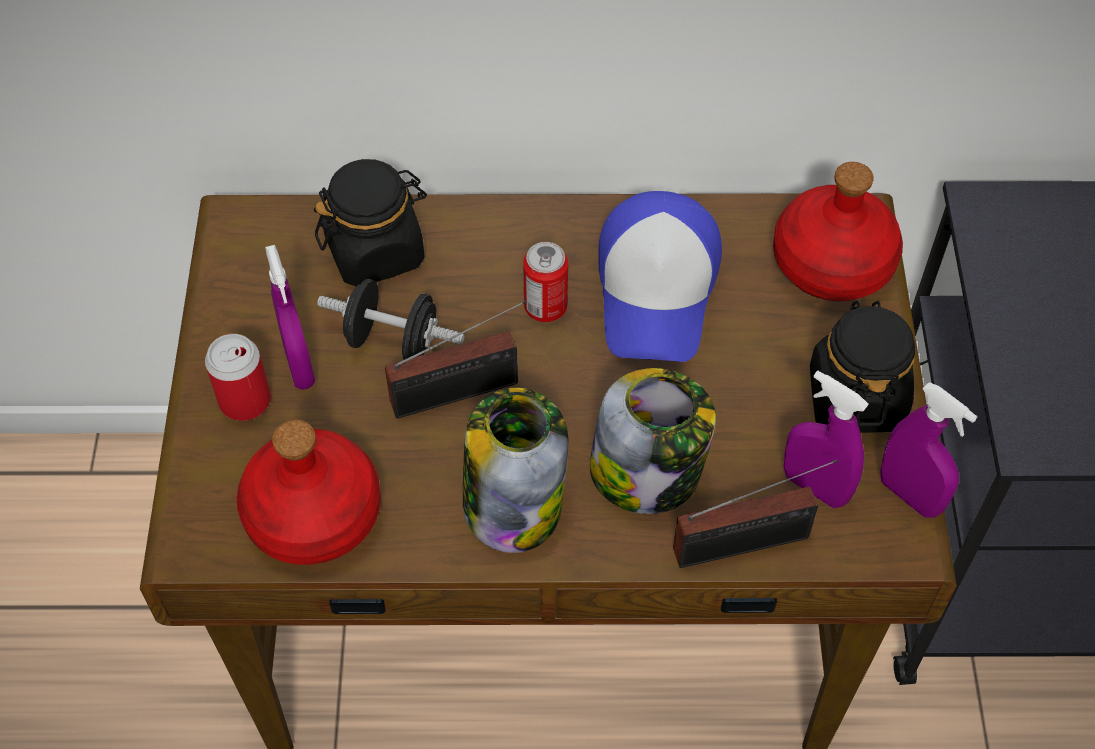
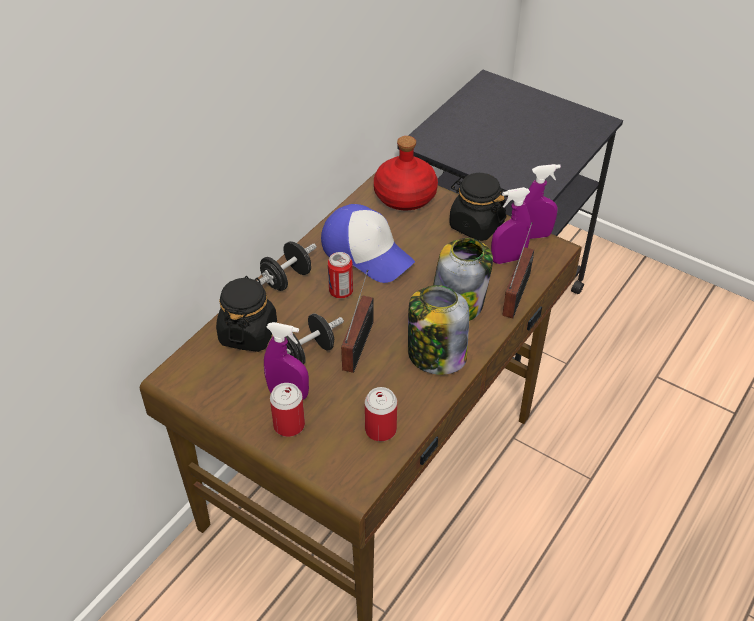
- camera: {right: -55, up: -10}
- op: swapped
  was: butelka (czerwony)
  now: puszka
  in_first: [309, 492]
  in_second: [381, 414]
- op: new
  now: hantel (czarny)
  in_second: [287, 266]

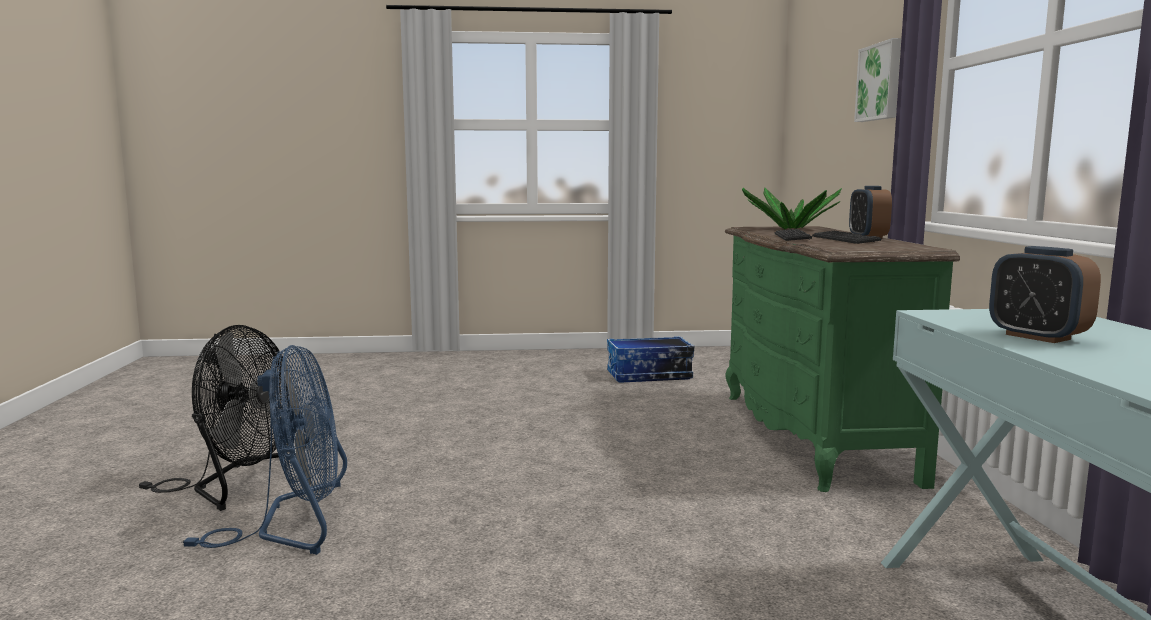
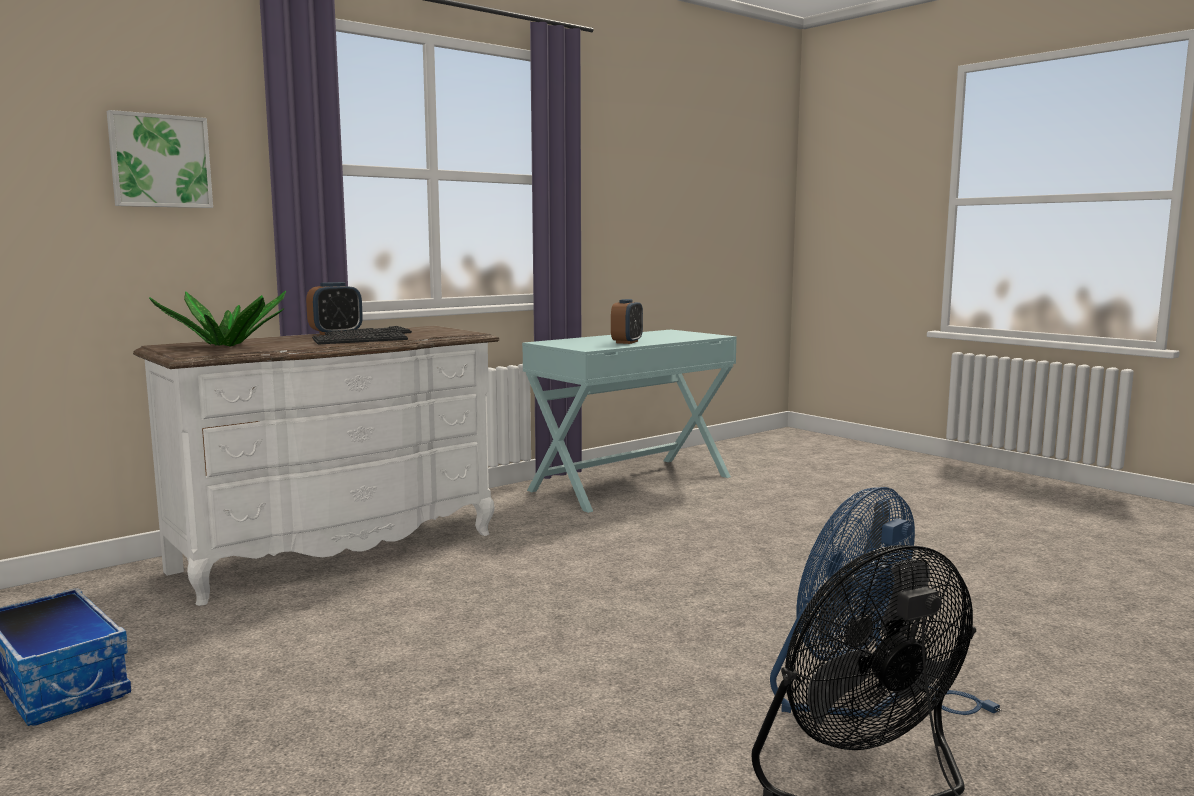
- camera: {right: -125, up: 0}
- op: repainted
  was: komoda (zielony)
  now: komoda (biały)
  in_first: [842, 359]
  in_second: [316, 466]

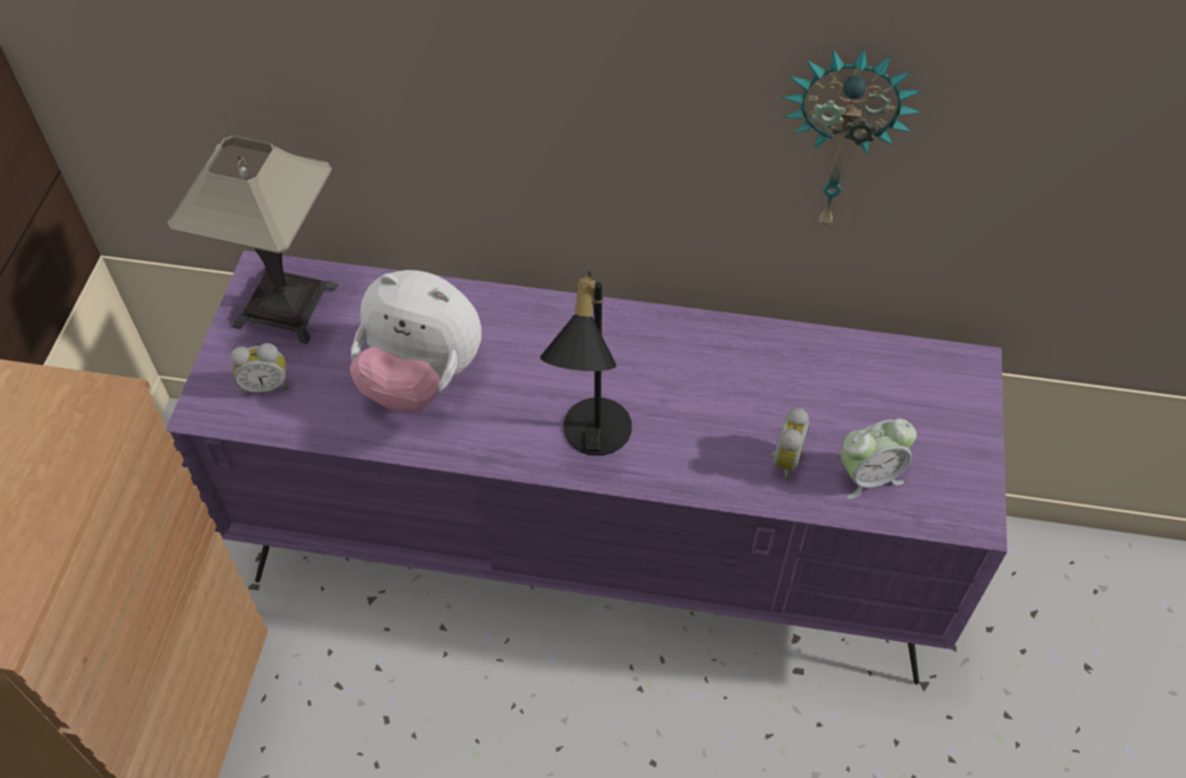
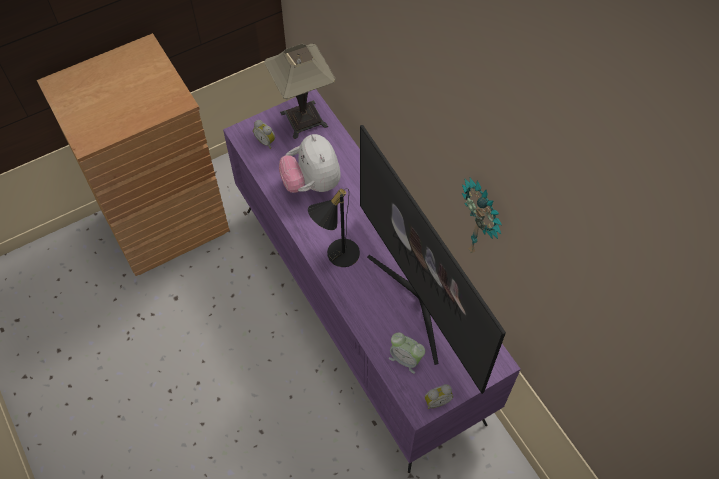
- camera: {right: 50, up: 5}
- op: shifted
  was: budzik
  in_first: [789, 444]
  in_second: [439, 396]
- op: new
  now: telewizor
  in_second: [433, 259]

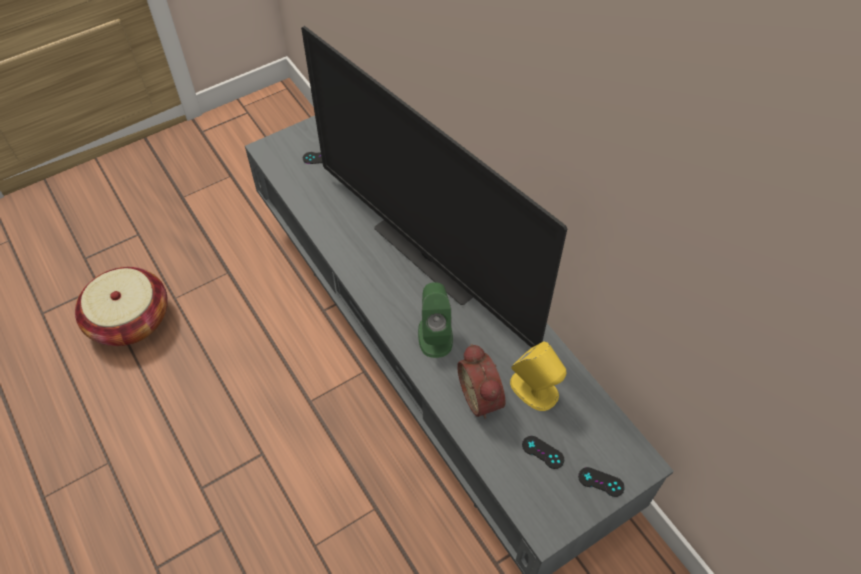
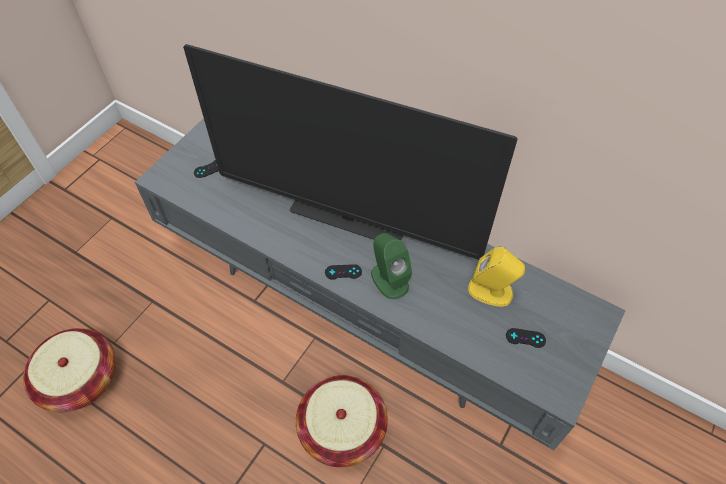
- camera: {right: -25, up: 0}
- op: gone
  was: budzik
  in_first: [481, 381]
- op: shifted
  was: pad do gier (czarny)
  in_first: [601, 482]
  in_second: [343, 272]
- op: new
  now: koszyk
  in_second: [342, 421]

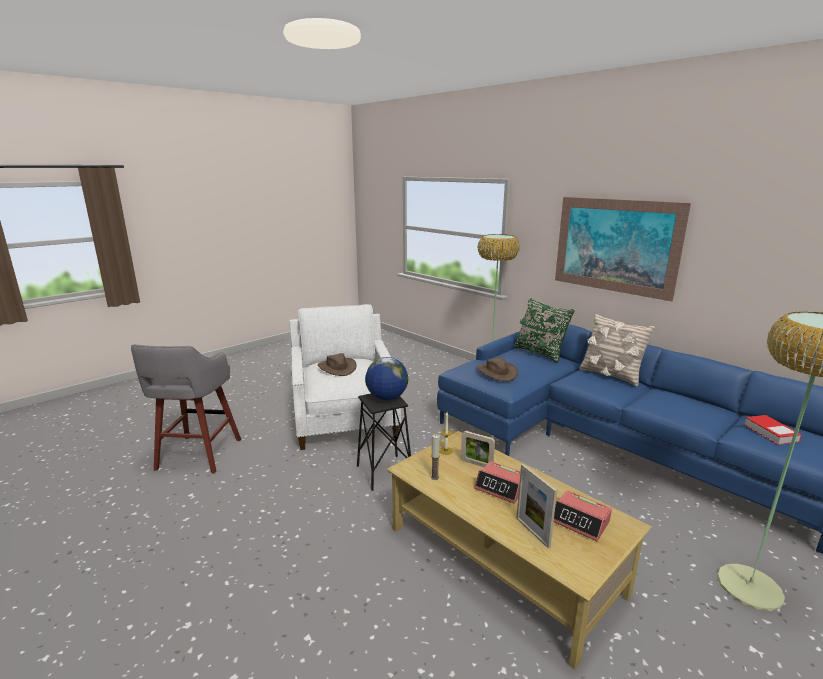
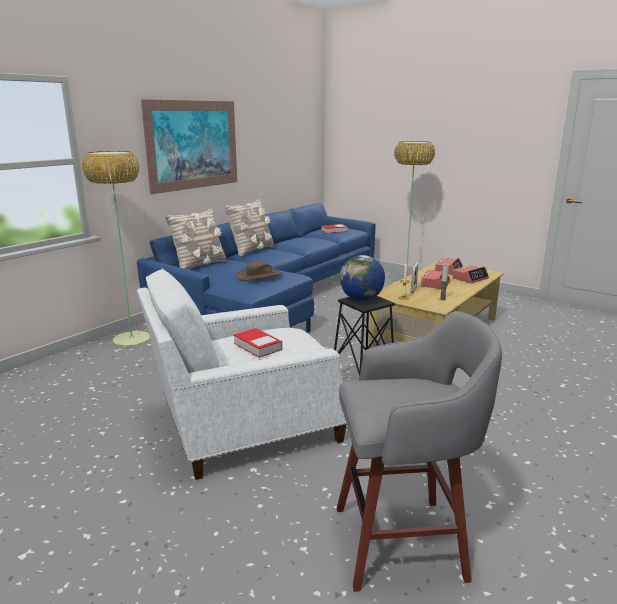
- camera: {right: -100, up: 0}
- op: swapped
  was: kapelusz (brązowy)
  now: książka
  in_first: [337, 364]
  in_second: [257, 343]
- op: repainted
  was: poduszka (zielony)
  now: poduszka (beżowy)
  in_first: [544, 330]
  in_second: [196, 239]
- op: swapped
  was: ramka na zdjęcie
  now: budzik
  in_first: [536, 506]
  in_second: [471, 274]

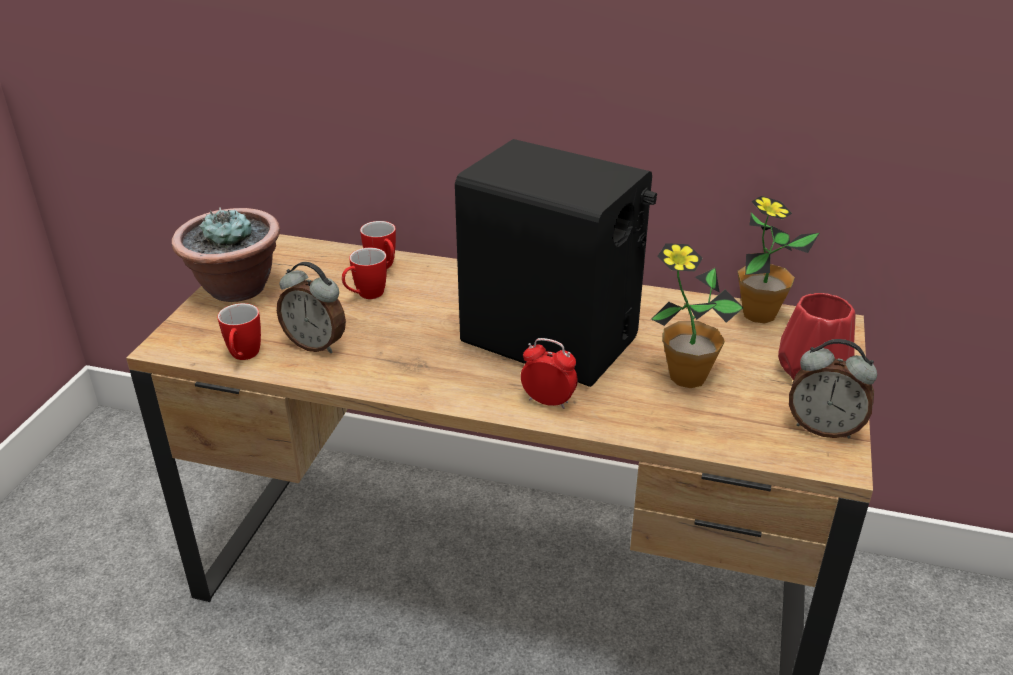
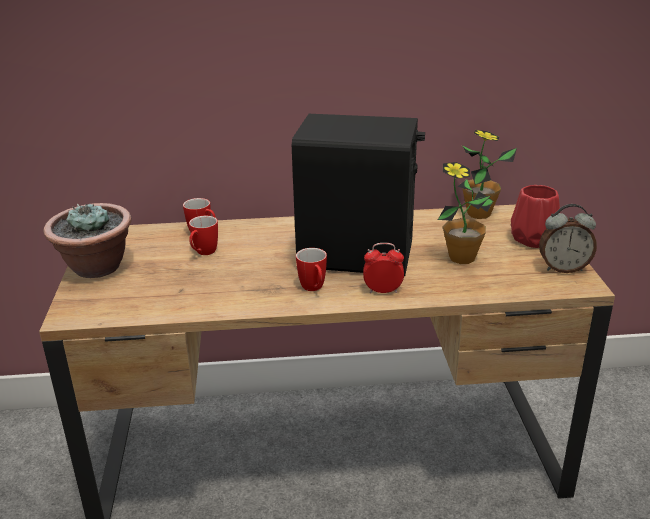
- camera: {right: -20, up: -5}
- op: shifted
  was: kubek
  in_first: [239, 331]
  in_second: [311, 269]
- op: gone
  was: budzik
  in_first: [311, 307]

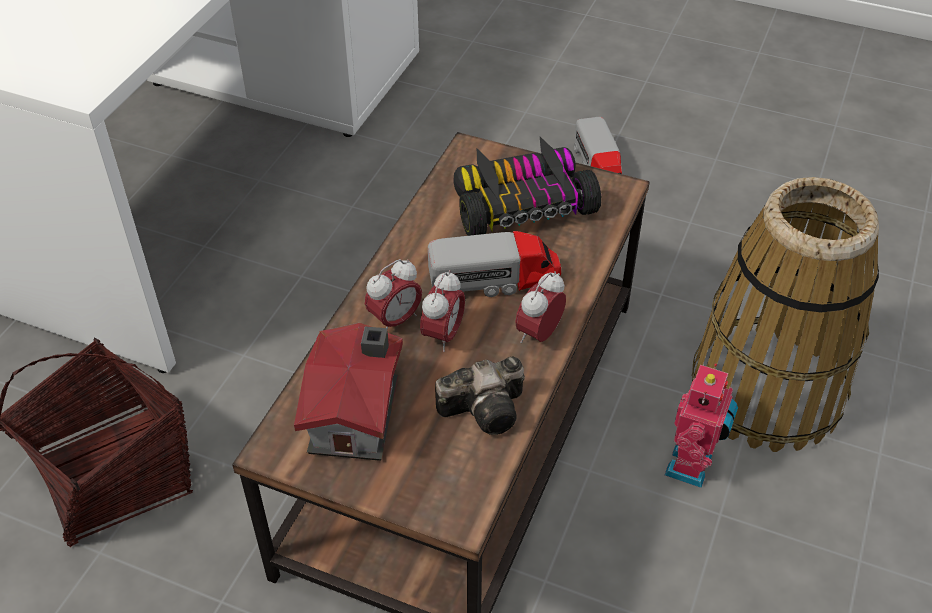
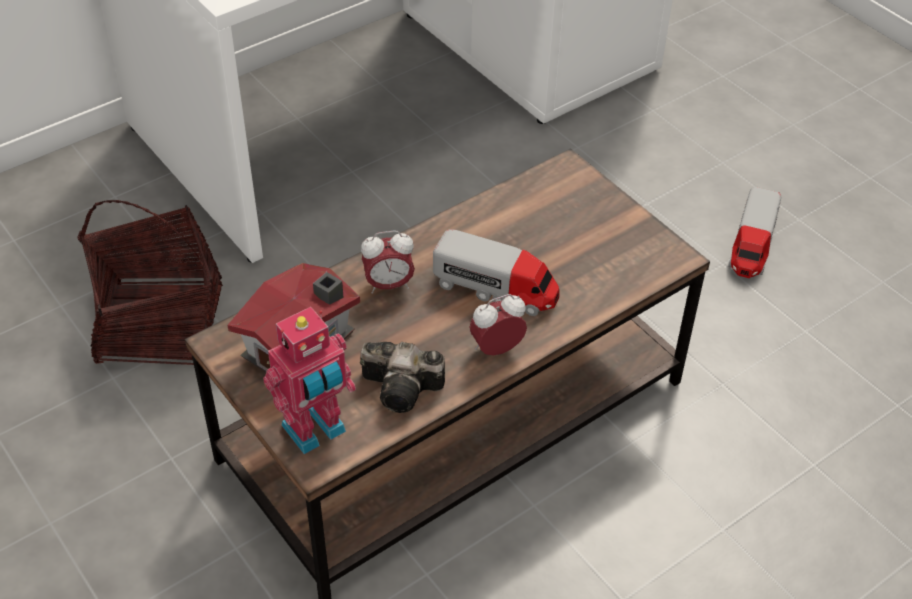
- camera: {right: 30, up: 0}
- op: gone
  was: budzik
  in_first: [442, 311]
- op: gone
  was: samochodzik
  in_first: [527, 186]
- op: shifted
  was: robot zabawkowy
  in_first: [701, 425]
  in_second: [309, 380]
- op: gone
  was: koszyk
  in_first: [785, 314]

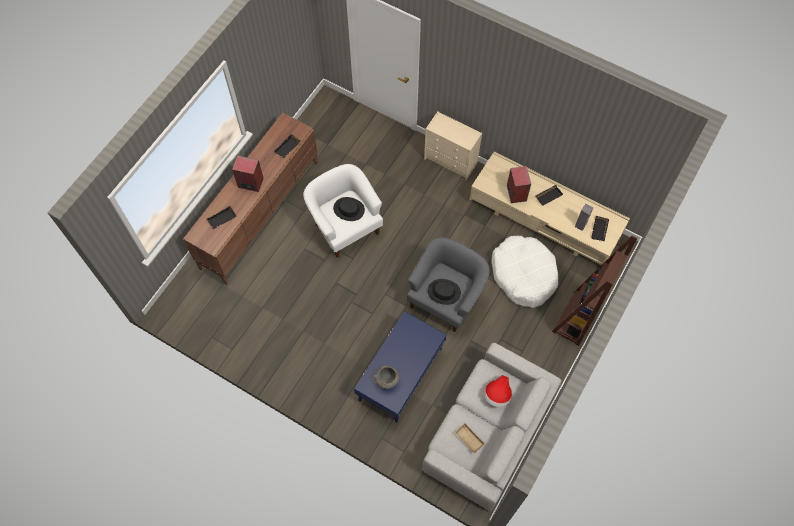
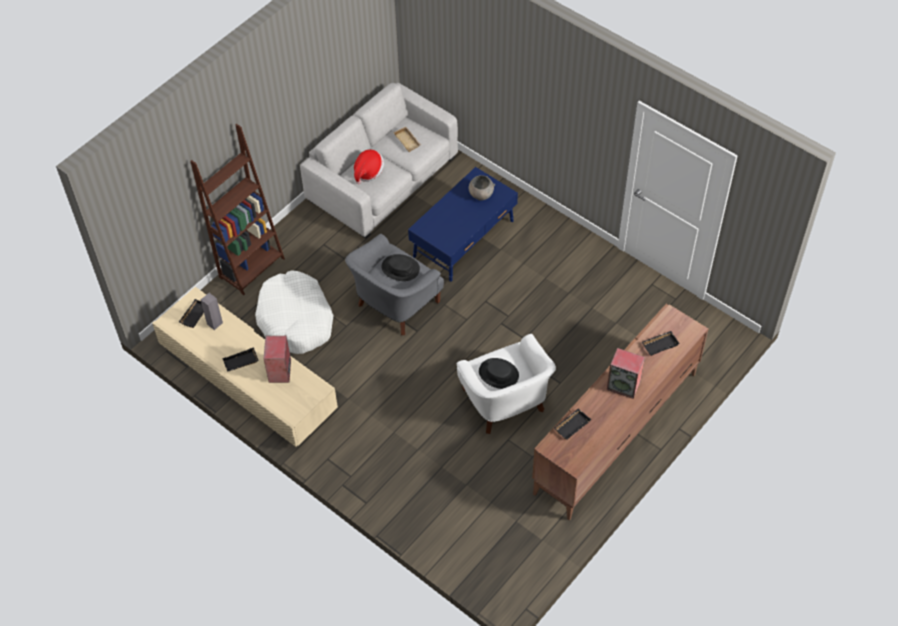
- camera: {right: -170, up: -10}
- op: gone
  was: komoda (beżowy)
  in_first: [453, 145]

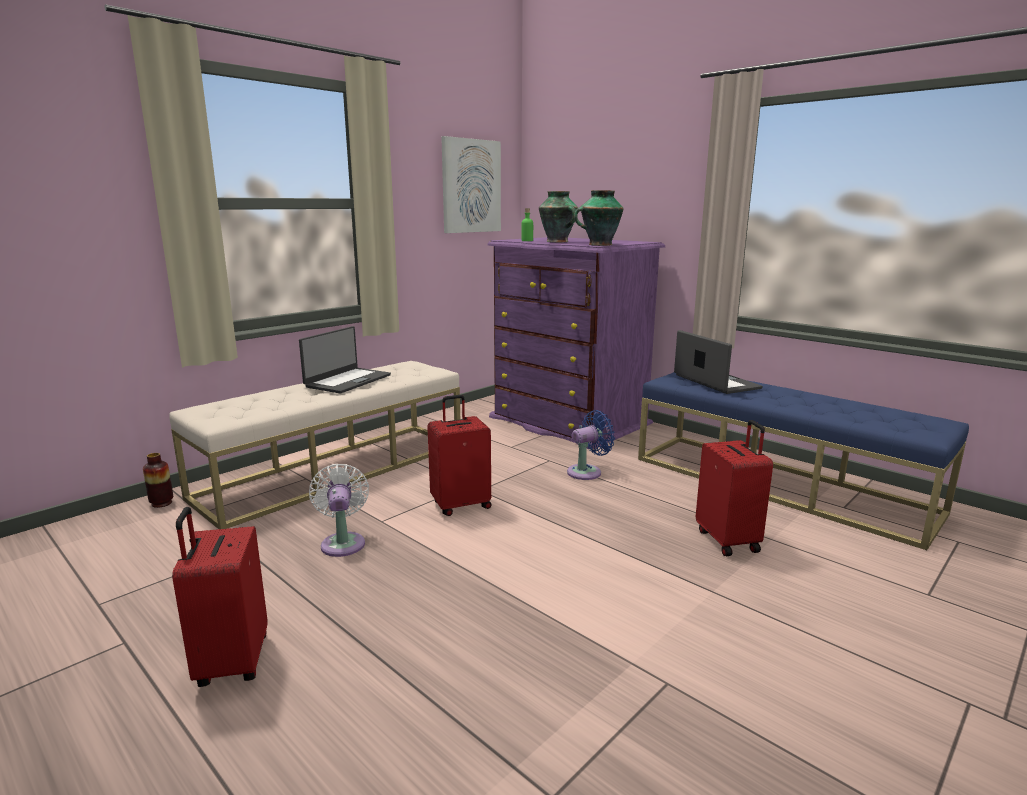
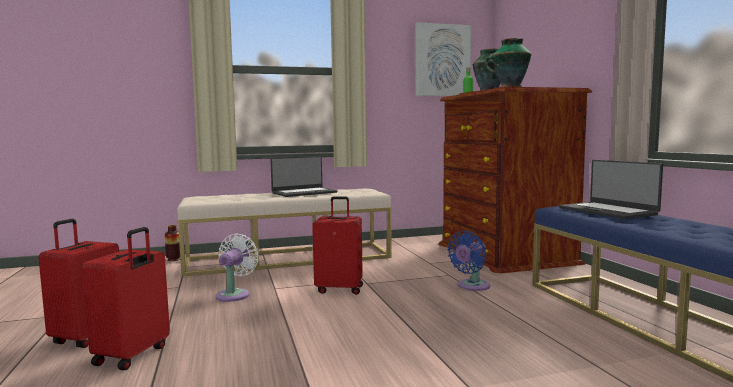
- camera: {right: 30, up: -10}
- op: repainted
  was: komoda (fioletowy)
  now: komoda (brązowy)
  in_first: [576, 343]
  in_second: [515, 180]
- op: rotated
  was: wentylator (niebieski)
  in_first: [591, 445]
  in_second: [469, 261]
  clockwise: 135
- op: rotated
  was: laptop
  in_first: [718, 362]
  in_second: [611, 189]
  clockwise: 150
- op: shifted
  was: walizka (czerwony)
  in_first: [734, 488]
  in_second: [126, 299]

